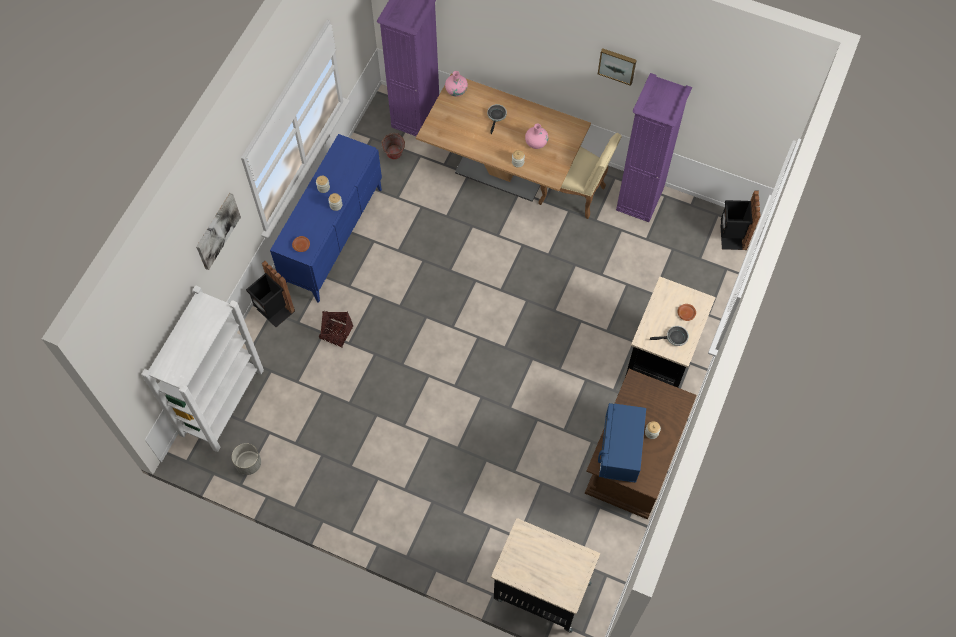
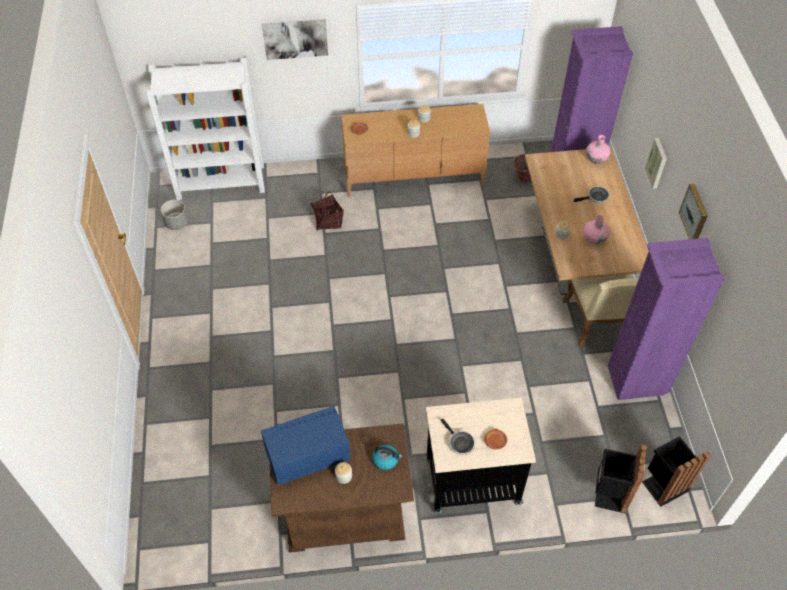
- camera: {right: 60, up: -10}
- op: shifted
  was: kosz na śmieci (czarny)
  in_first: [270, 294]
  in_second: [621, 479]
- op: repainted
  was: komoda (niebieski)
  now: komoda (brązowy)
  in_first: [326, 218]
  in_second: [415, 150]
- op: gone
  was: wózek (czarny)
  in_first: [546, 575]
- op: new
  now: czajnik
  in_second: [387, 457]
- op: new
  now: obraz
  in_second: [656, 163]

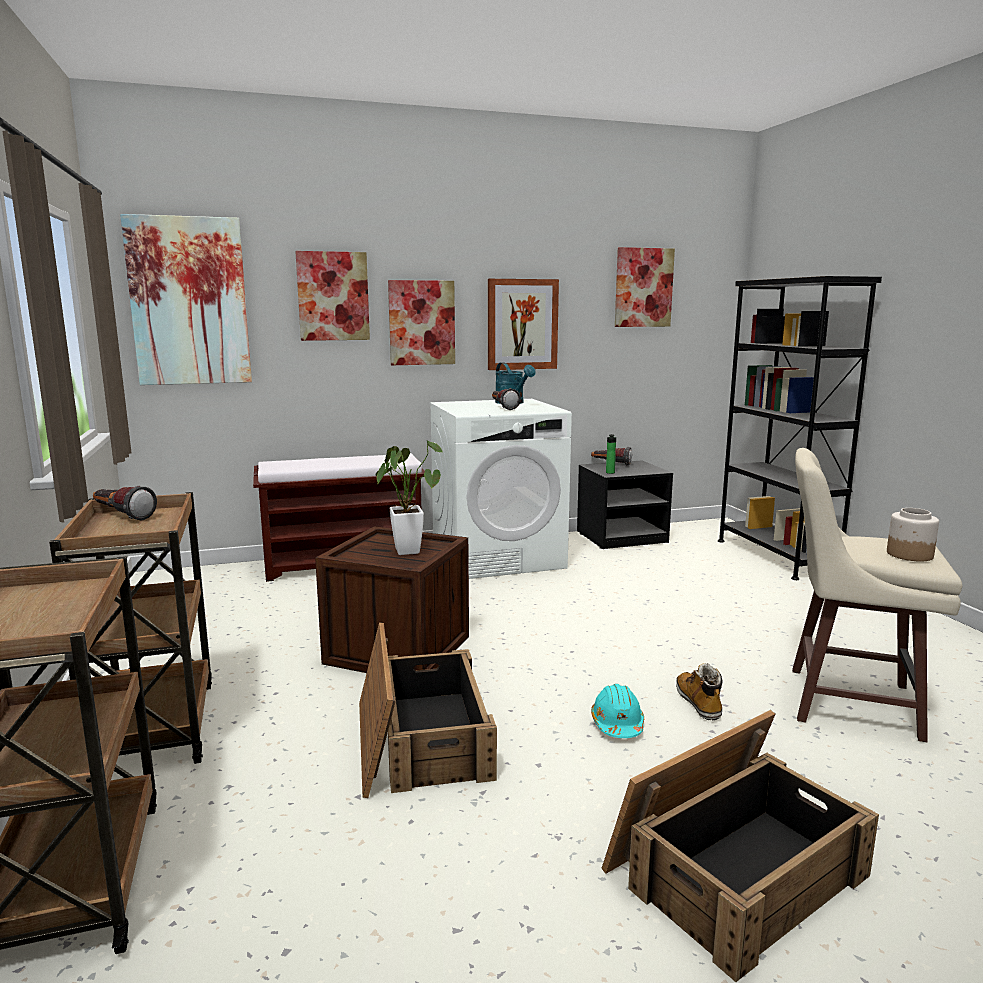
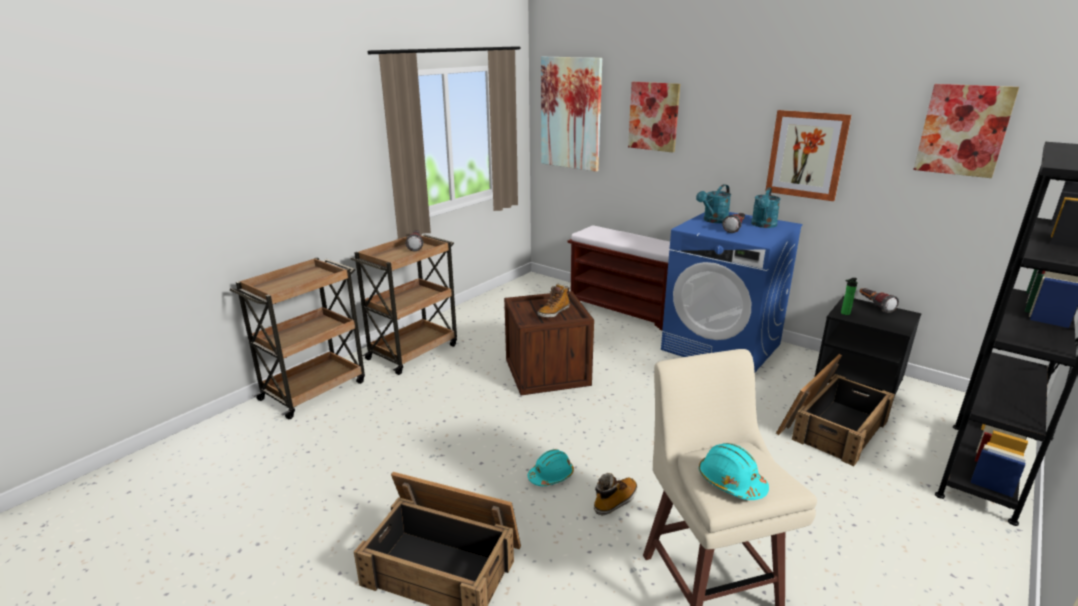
- camera: {right: 55, up: 10}
- op: shifted
  was: skrzynka
  in_first: [428, 710]
  in_second: [835, 410]
- op: swapped
  was: roślina doniczkowa
  now: but z cholewką
  in_first: [409, 497]
  in_second: [554, 301]
- op: gone
  was: obraz
  in_first: [421, 322]
- op: repainted
  was: pralka (biały)
  now: pralka (niebieski)
  in_first: [501, 489]
  in_second: [731, 292]
- op: swapped
  was: słoik
  now: kask (turkusowy)
  in_first: [913, 535]
  in_second: [734, 471]
- op: new
  now: konewka (turkusowy)
  in_second: [713, 203]

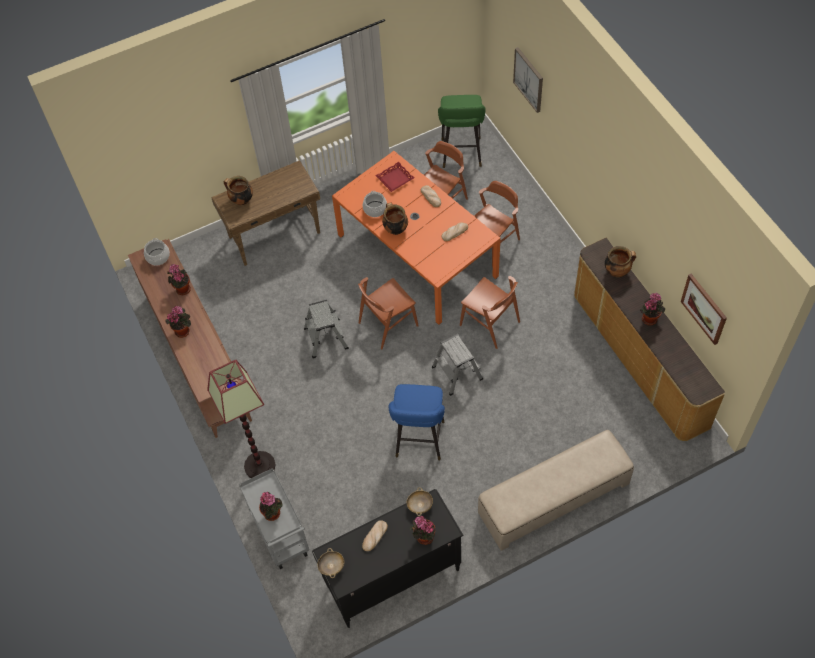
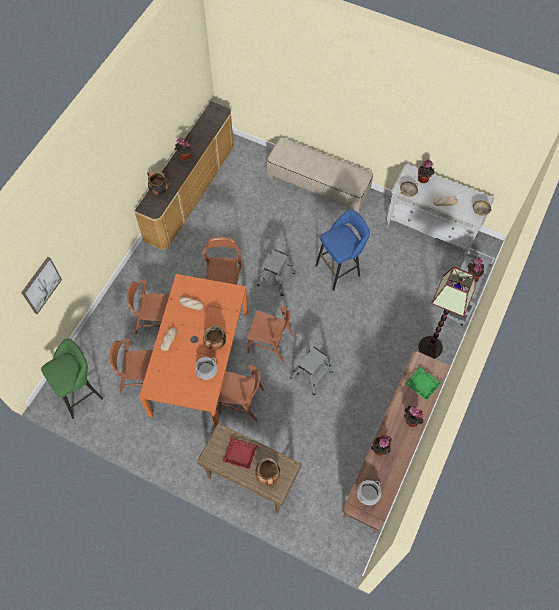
- camera: {right: -130, up: 5}
- op: repainted
  was: komoda (czarny)
  now: komoda (biały)
  in_first: [388, 558]
  in_second: [440, 211]
- op: shifted
  was: taca (czerwony)
  in_first: [395, 177]
  in_second: [240, 453]
- op: gone
  was: obraz
  in_first: [704, 309]
- op: new
  now: krzesło (brązowy)
  in_second: [241, 393]
- op: new
  now: taca (zielony)
  in_second: [423, 383]

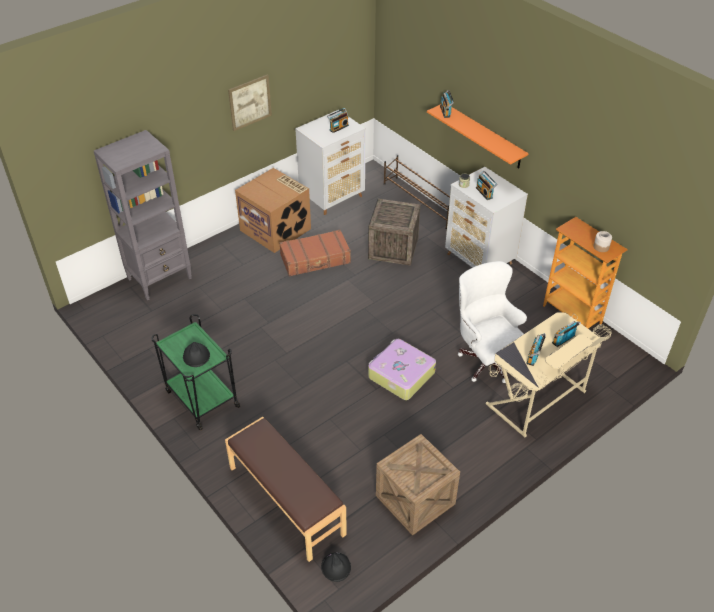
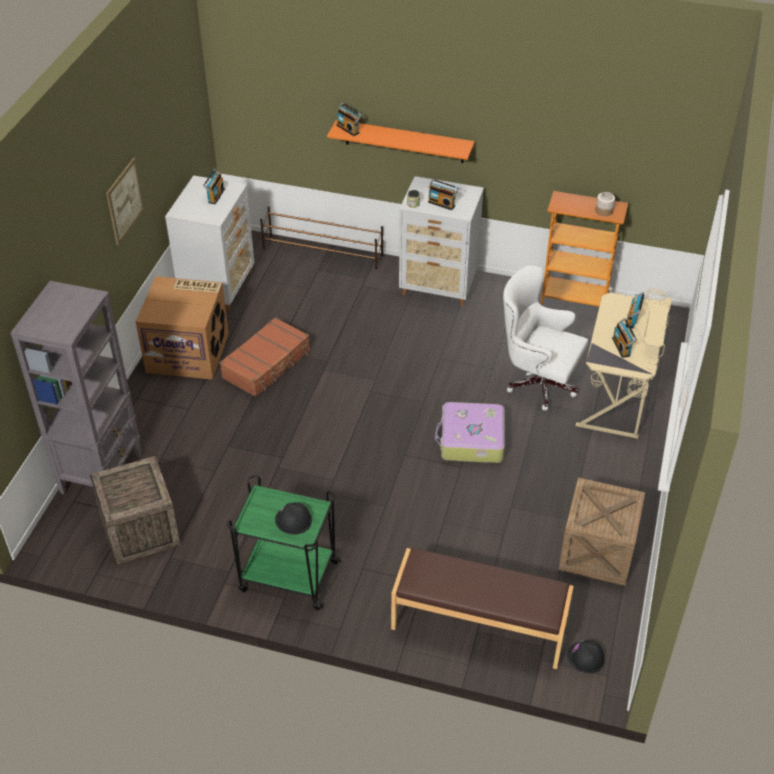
- camera: {right: -35, up: 0}
- op: shifted
  was: skrzynka
  in_first: [394, 232]
  in_second: [135, 510]

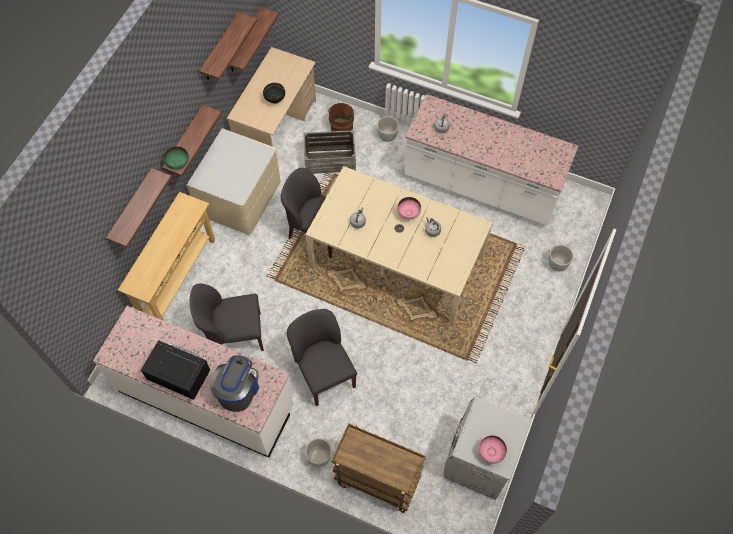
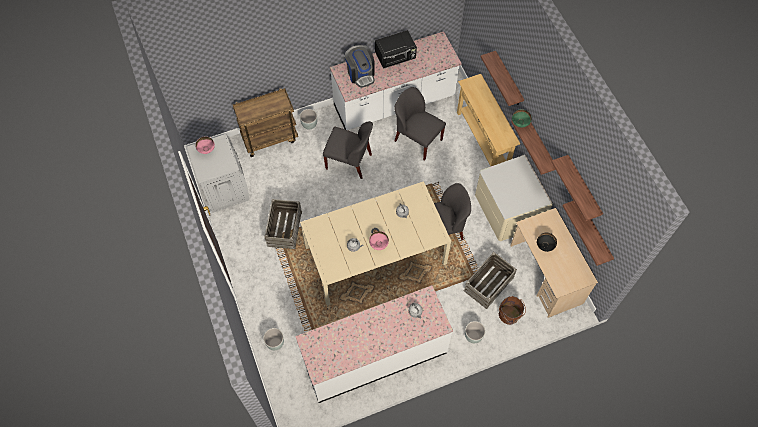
- camera: {right: 135, up: 0}
- op: rotated
  was: krzesło (szary)
  in_first: [227, 317]
  in_second: [420, 124]
  clockwise: -90
- op: new
  now: skrzynka
  in_second: [283, 224]

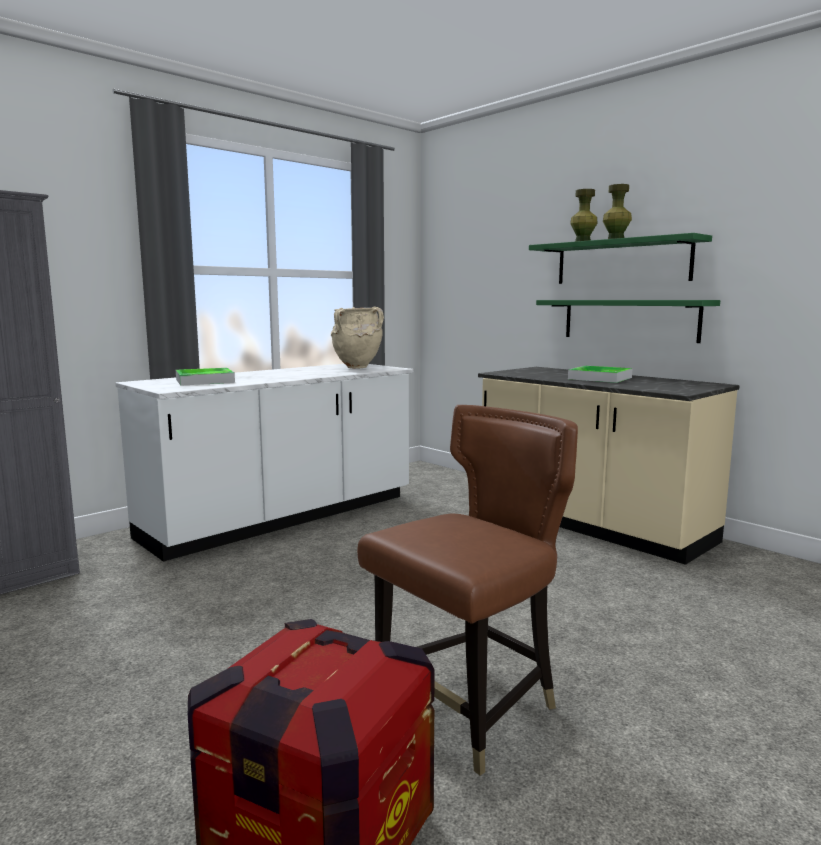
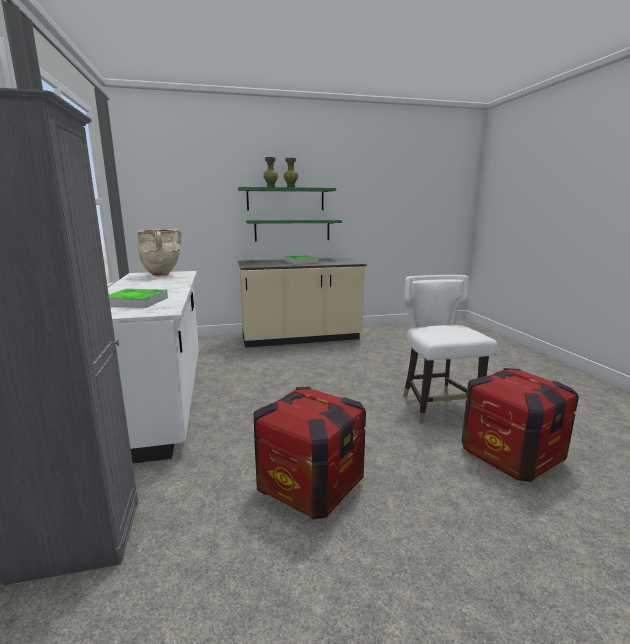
- camera: {right: -60, up: 5}
- op: repainted
  was: krzesło (brązowy)
  now: krzesło (biały)
  in_first: [467, 590]
  in_second: [450, 349]
- op: new
  now: skrzynka
  in_second: [309, 452]

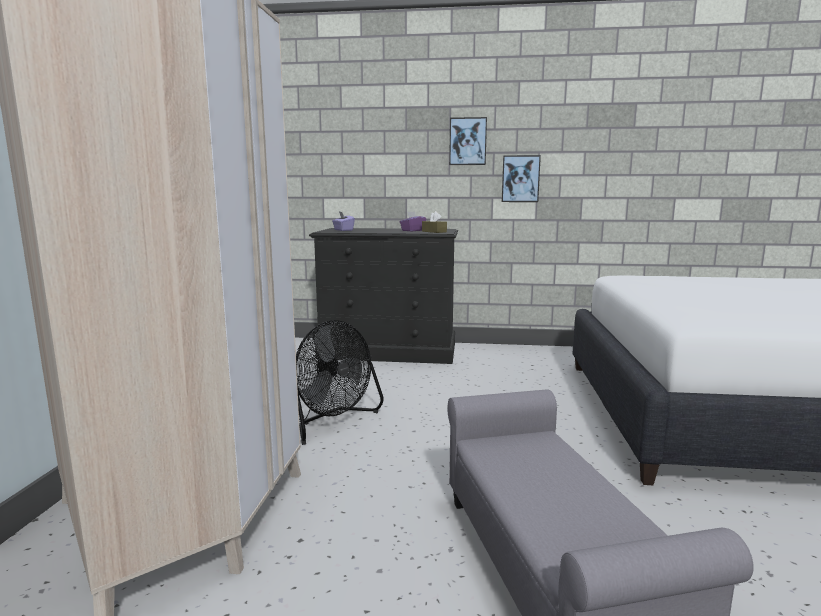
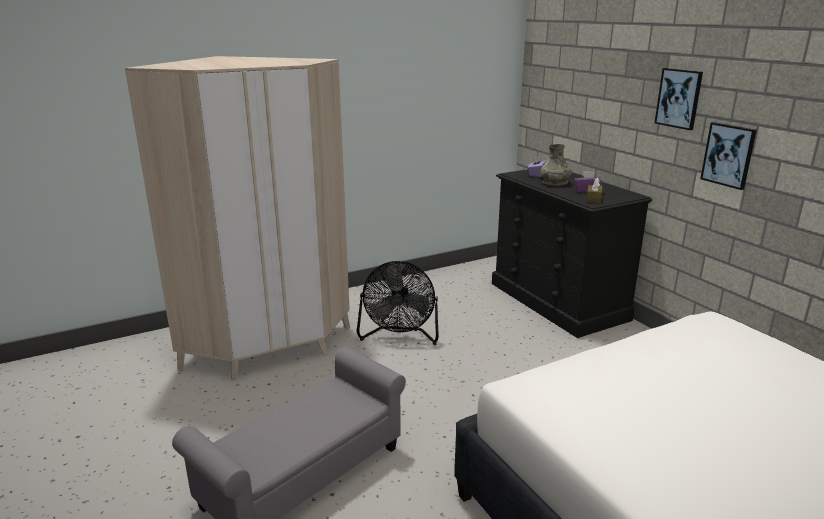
- camera: {right: 55, up: 10}
- op: new
  now: wazon (szary)
  in_second: [556, 165]

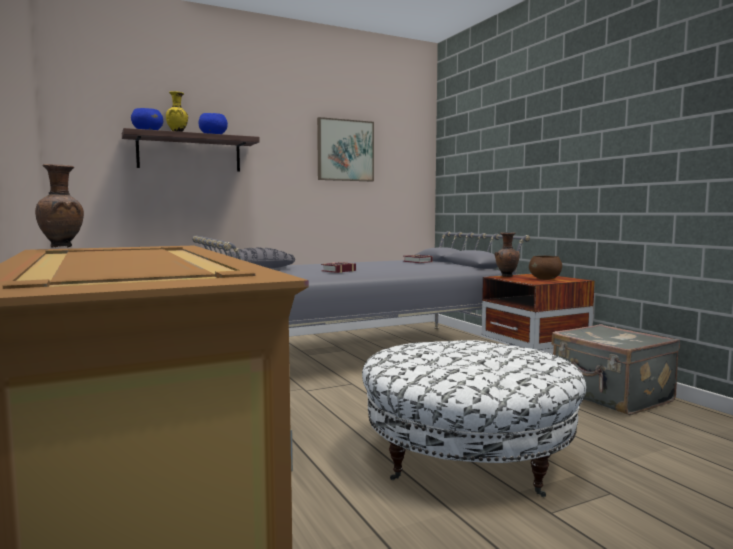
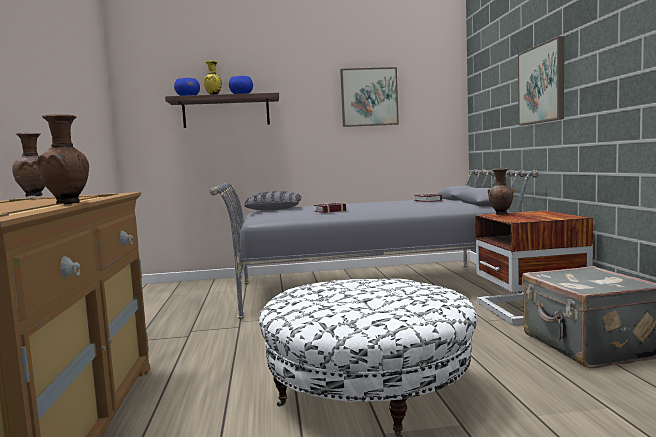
- camera: {right: 20, up: 0}
- op: gone
  was: miska (brązowy)
  in_first: [545, 268]
- op: new
  now: wazon (brązowy)
  in_second: [63, 159]
- op: new
  now: obraz
  in_second: [541, 81]

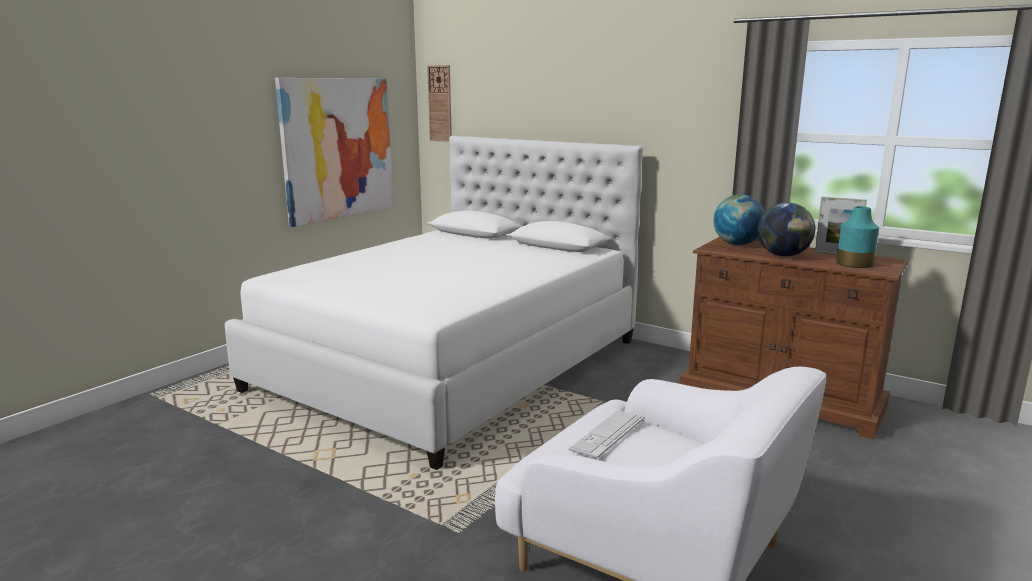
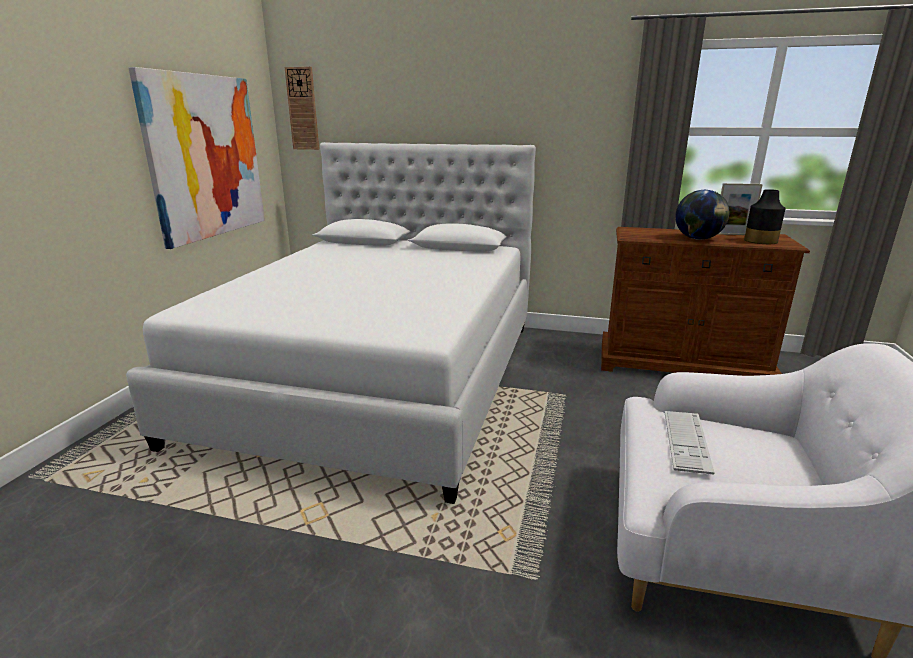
- camera: {right: -20, up: 5}
- op: gone
  was: globus
  in_first: [739, 220]
- op: repainted
  was: wazon (turkusowy)
  now: wazon (czarny)
  in_first: [857, 237]
  in_second: [765, 216]

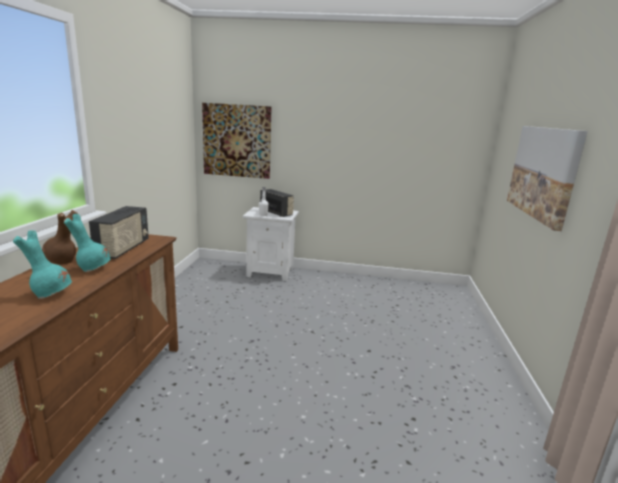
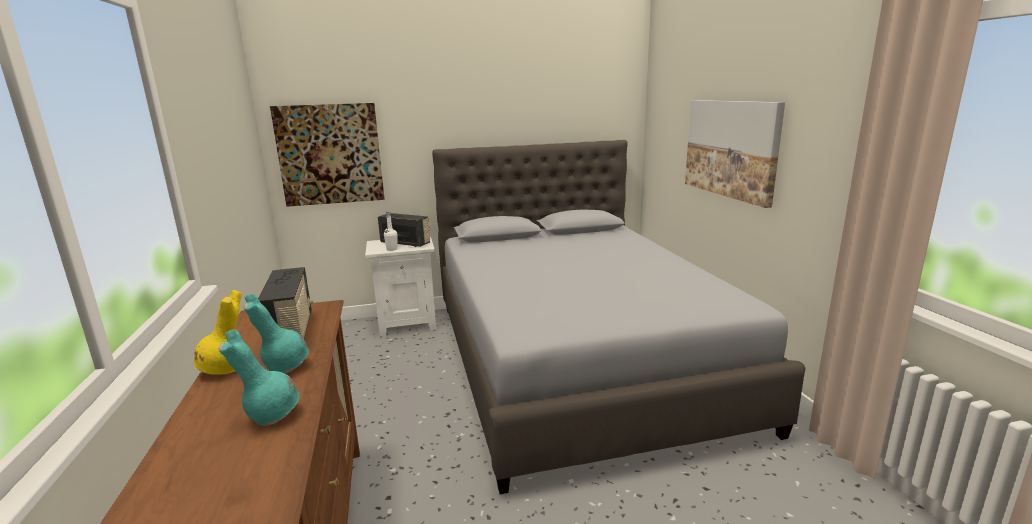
- camera: {right: -20, up: 0}
- op: repainted
  was: wazon (brązowy)
  now: wazon (żółty)
  in_first: [60, 237]
  in_second: [218, 332]
- op: new
  now: łóżko (szary)
  in_second: [619, 317]

